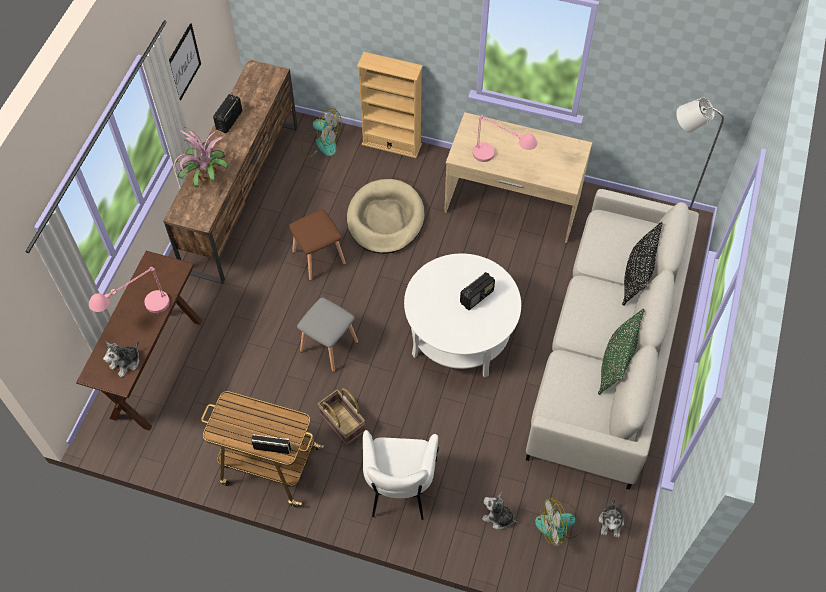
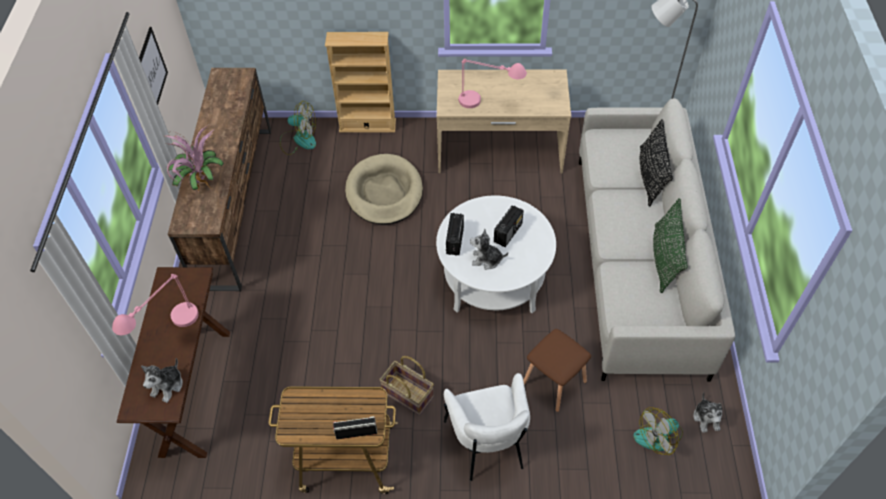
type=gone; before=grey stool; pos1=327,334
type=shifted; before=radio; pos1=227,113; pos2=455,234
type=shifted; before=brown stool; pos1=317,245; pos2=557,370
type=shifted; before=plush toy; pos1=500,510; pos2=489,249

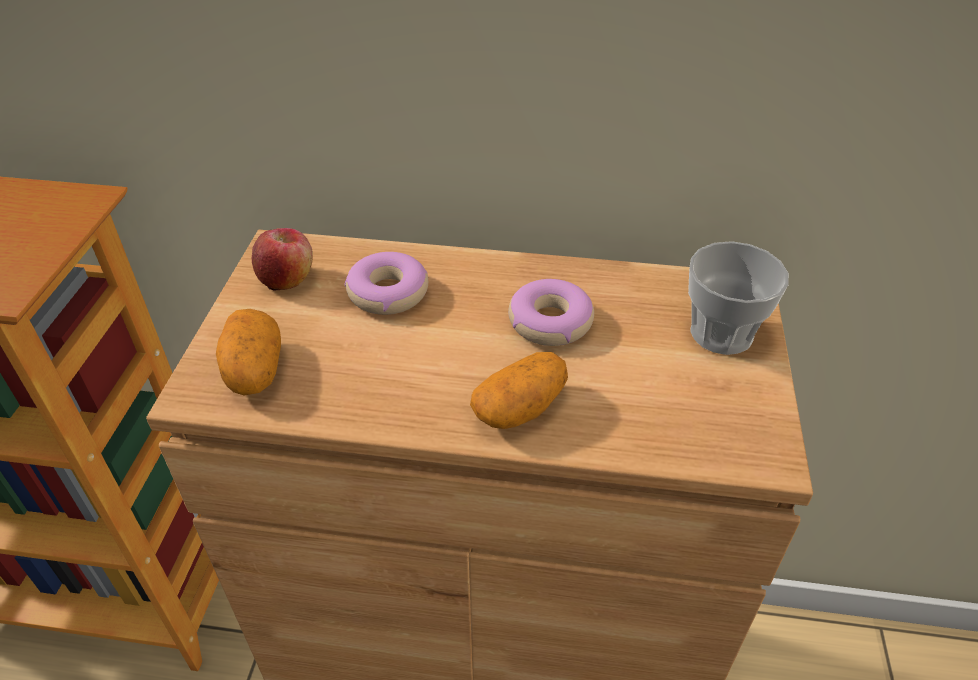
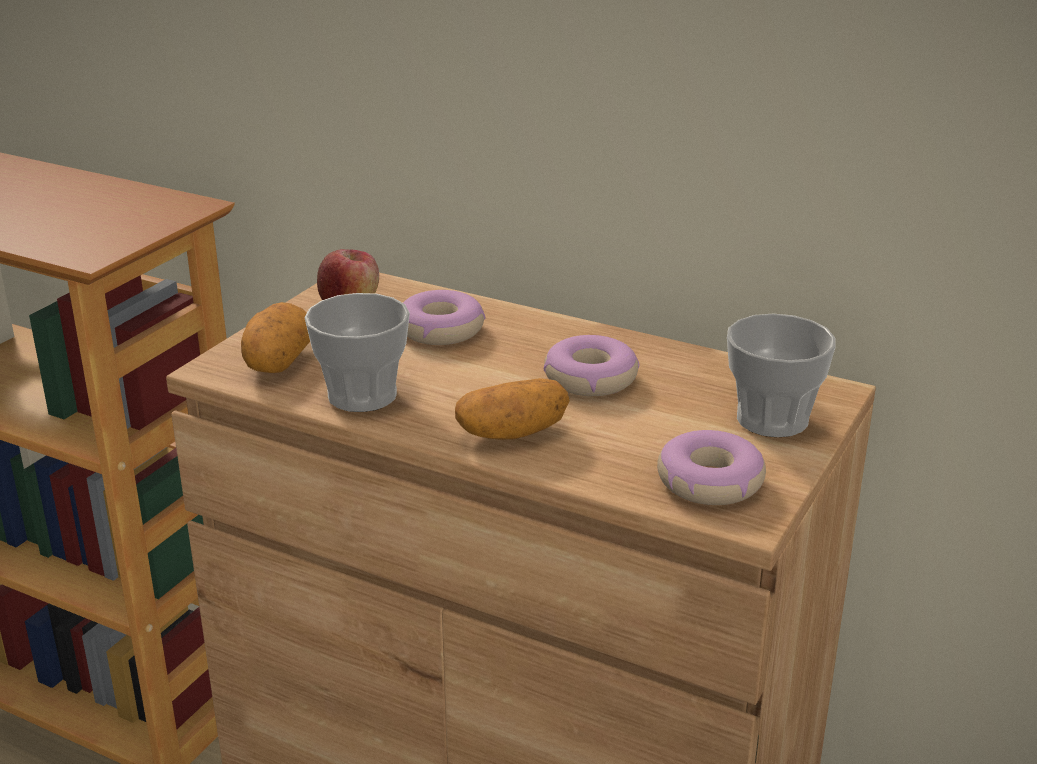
type=new; after=cup; pos2=357,352
type=new; after=donut; pos2=711,467

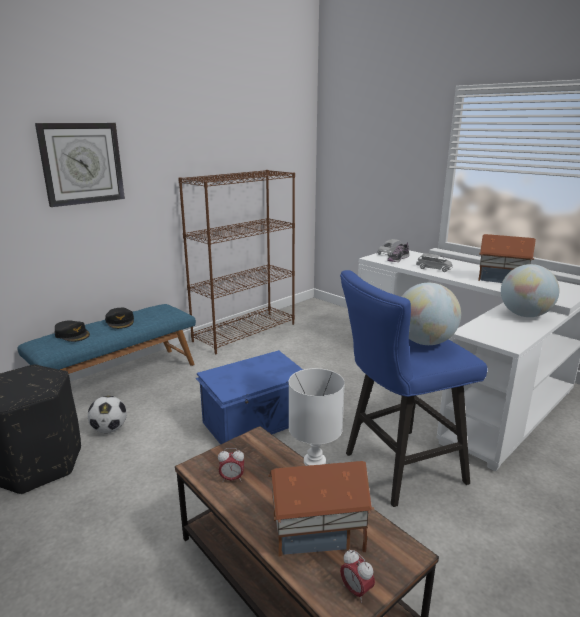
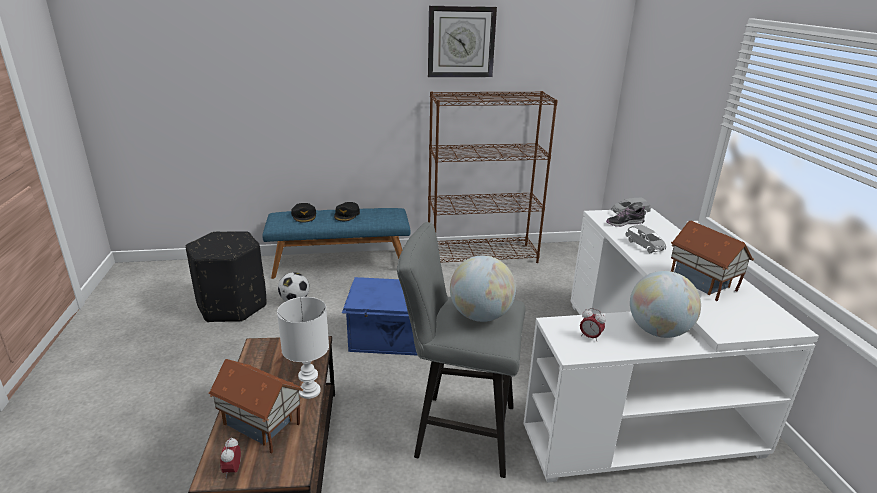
type=shifted; before=wall clock; pos1=80,165; pos2=462,41
type=shifted; before=alarm clock; pos1=231,465; pos2=593,325
type=repainted; before=blue stool; after=grey stool; pos1=413,388; pos2=461,350

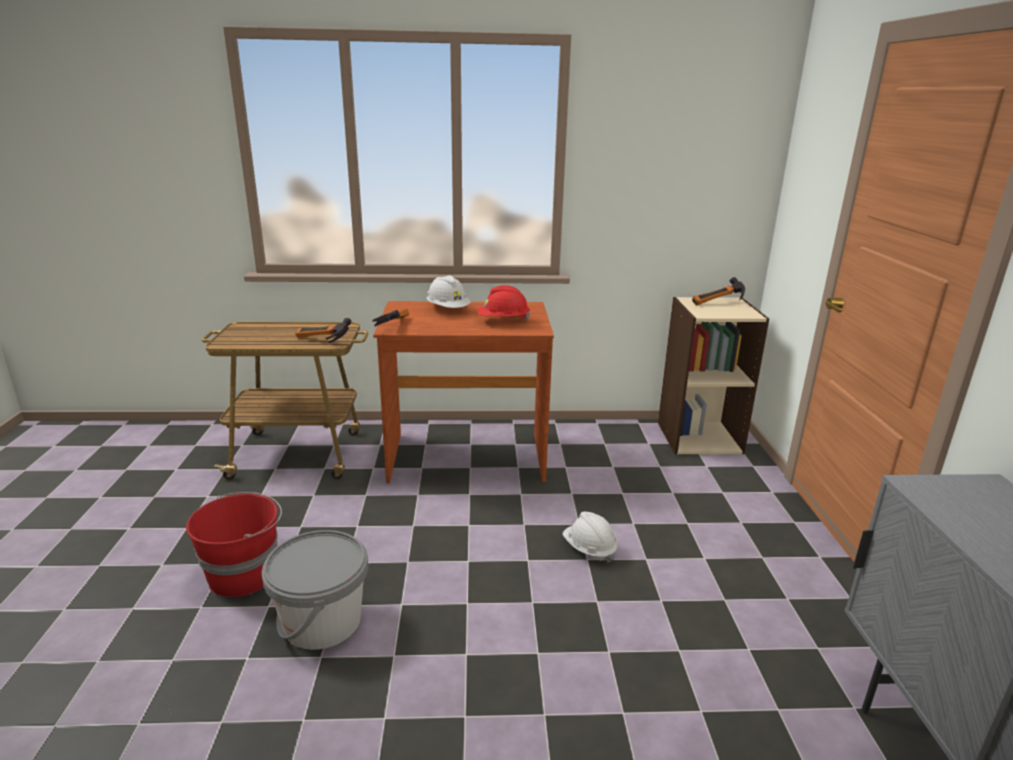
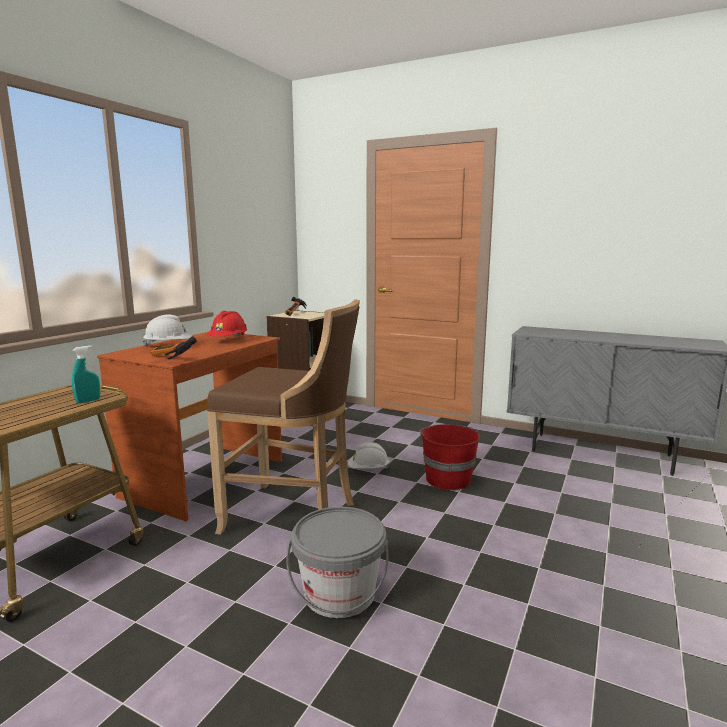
type=new; after=brown stool; pos2=283,417
type=shifted; before=red bucket; pos1=234,544; pos2=450,457
type=swapped; before=hammer; after=turquoise spray bottle; pos1=323,330; pos2=86,374

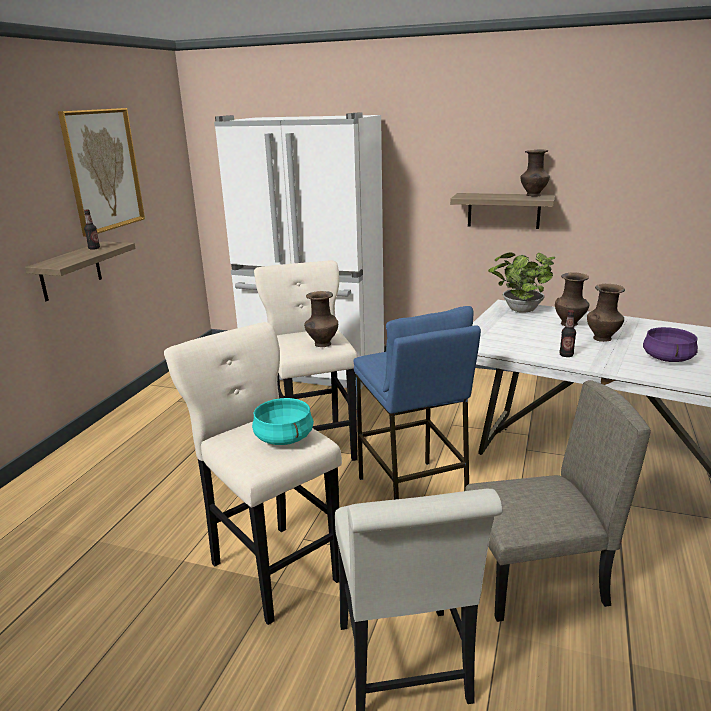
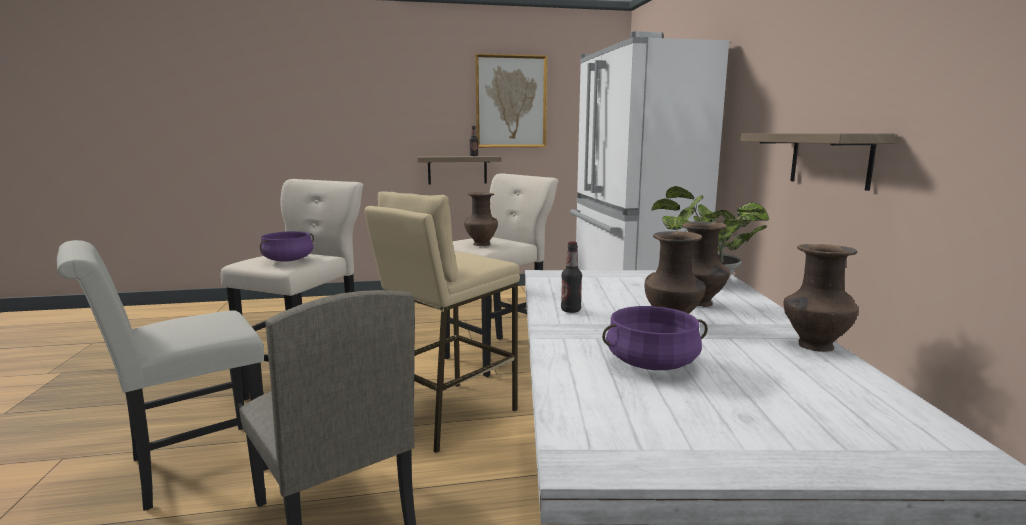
type=shifted; before=brown vase; pos1=535,173; pos2=821,298
type=repainted; before=turquoise cooking pot; after=purple cooking pot; pos1=283,421; pos2=287,246
type=repainted; before=blue stool; after=beige stool; pos1=417,403; pos2=442,322

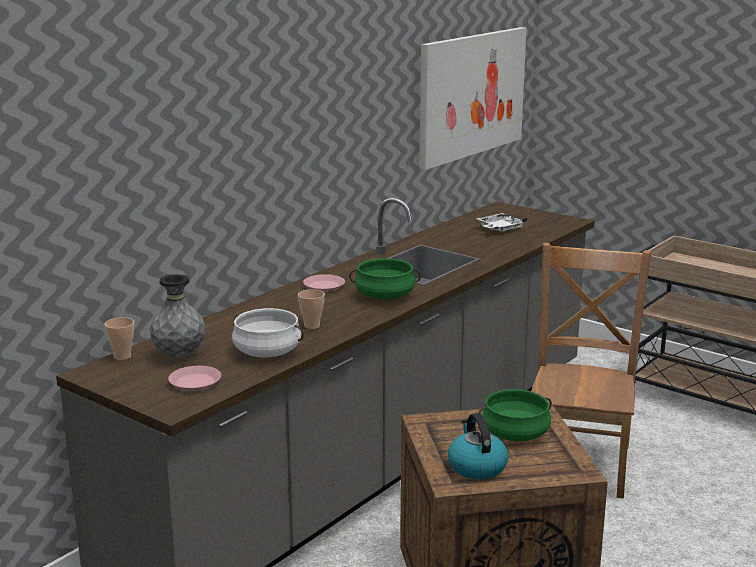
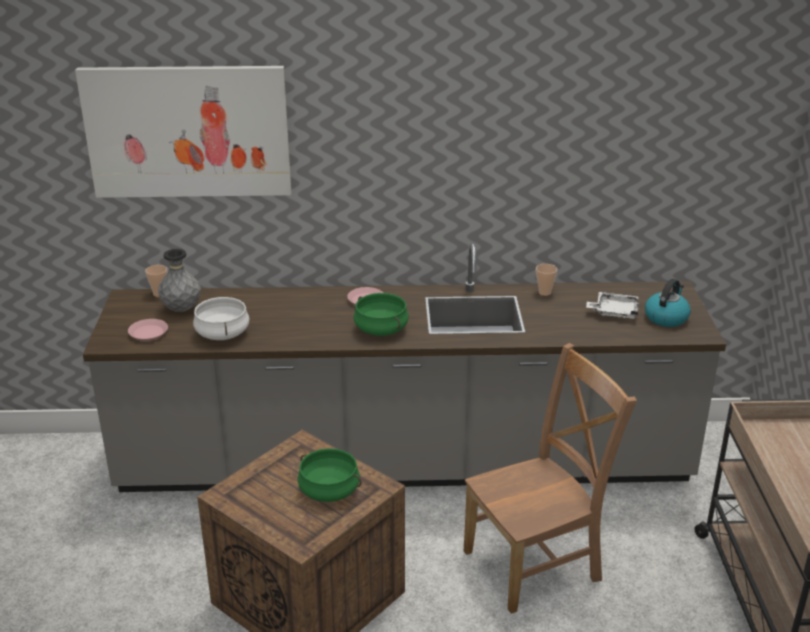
type=shifted; before=cup; pos1=311,309; pos2=547,280
type=shifted; before=picture; pos1=473,98; pos2=183,132
type=shifted; before=kettle; pos1=478,446; pos2=668,303

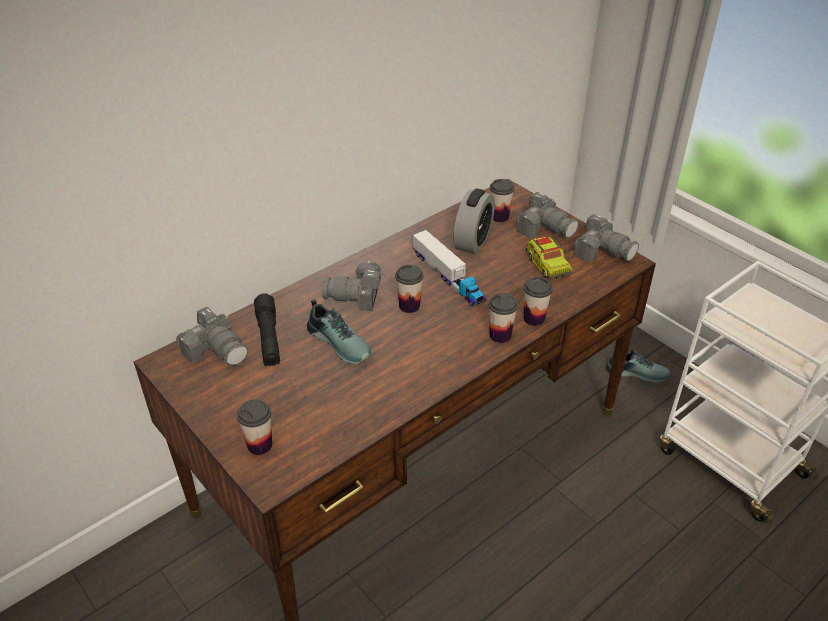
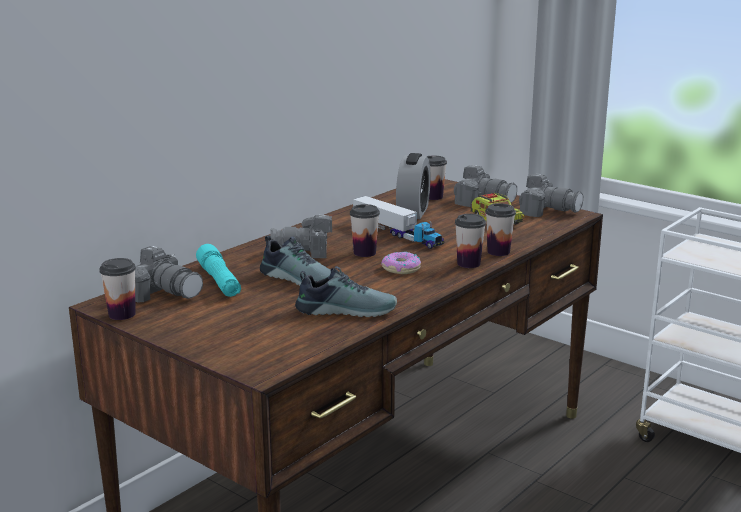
type=new; after=donut; pos2=401,263
type=shifted; before=cup; pos1=254,427; pos2=117,289
type=shifted; before=shoe; pos1=638,367; pos2=346,291
type=repainted; before=black flashlight; after=turquoise flashlight; pos1=267,329; pos2=218,270

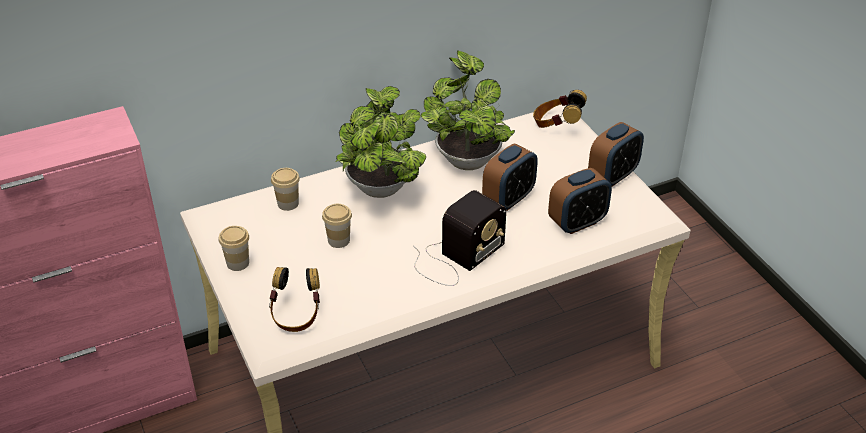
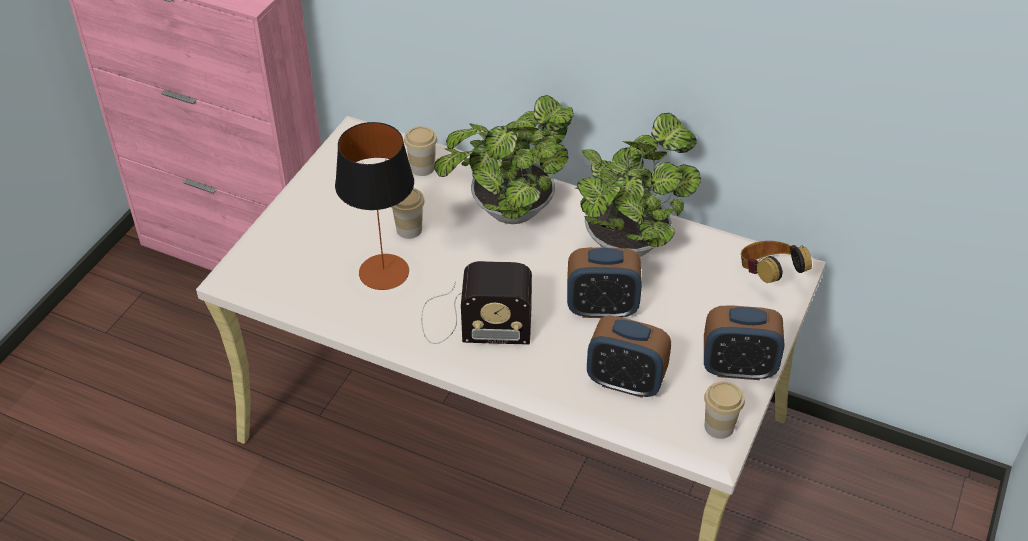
type=gone; before=headphones; pos1=294,299
type=new; after=table lamp; pos2=374,206
type=shifted; before=cup; pos1=233,248; pos2=724,410

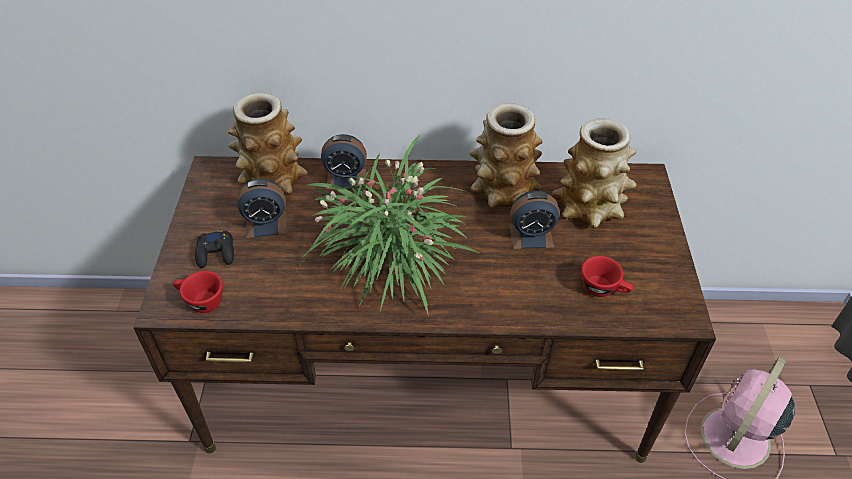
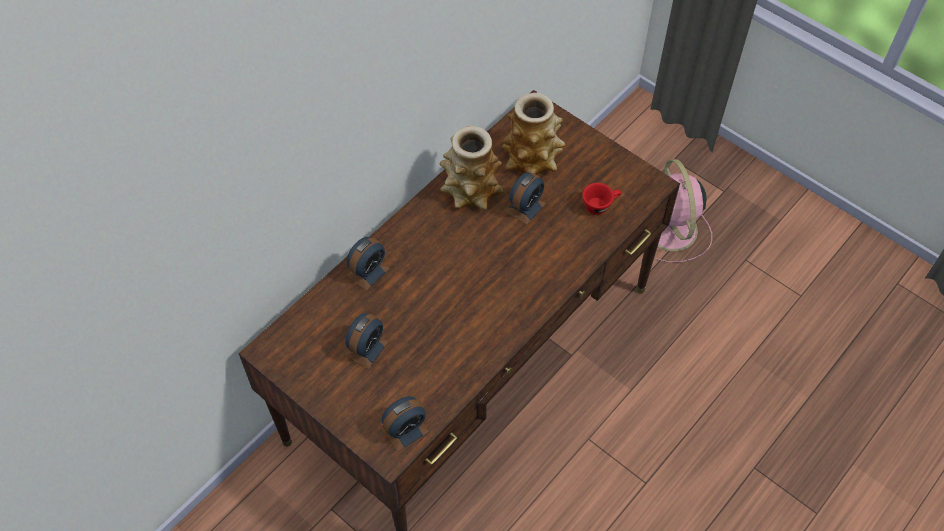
type=gone; before=black game controller; pos1=214,249
type=gone; before=vase; pos1=268,143
type=gone; before=potted plant; pos1=388,225
type=swapped; before=red cup; after=alarm clock; pos1=198,292; pos2=405,424

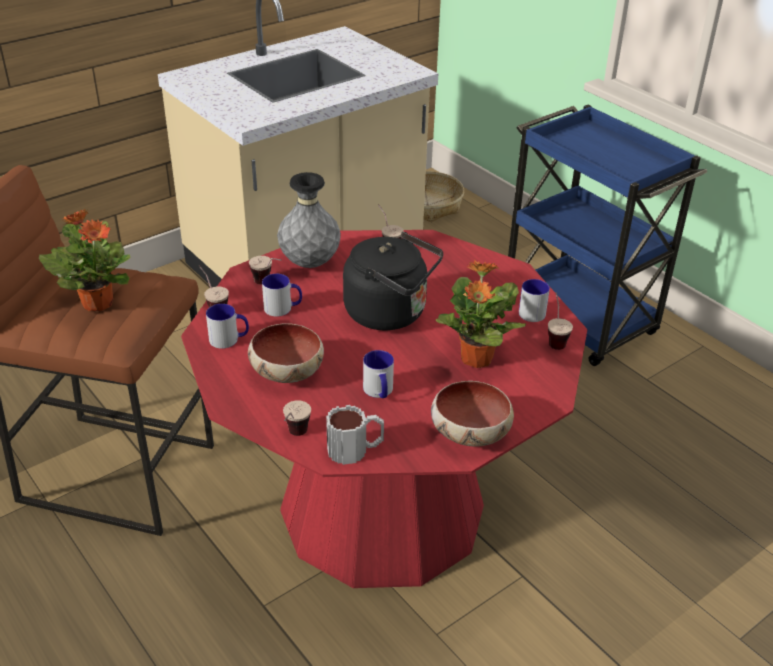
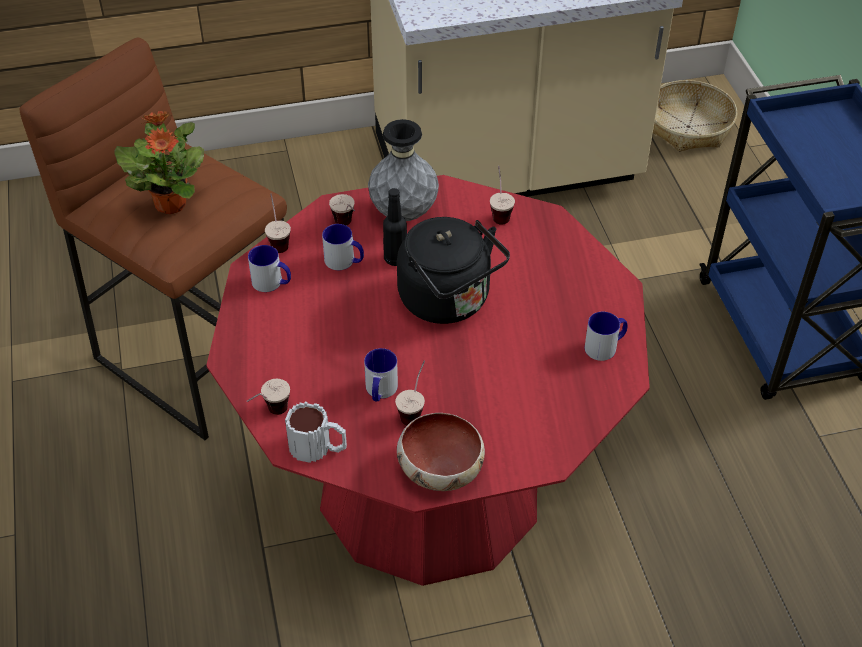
type=gone; before=bowl; pos1=286,353
type=gone; before=potted plant; pos1=481,314
type=new; after=black bottle; pos2=395,227
type=shifted; before=cup; pos1=560,321; pos2=410,393

